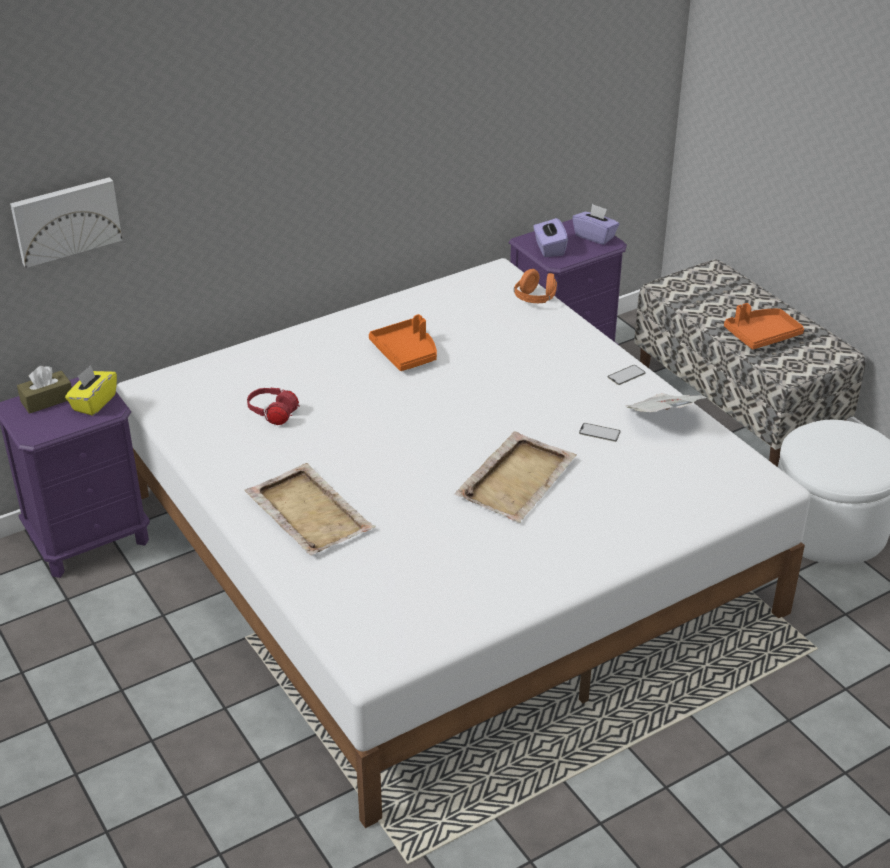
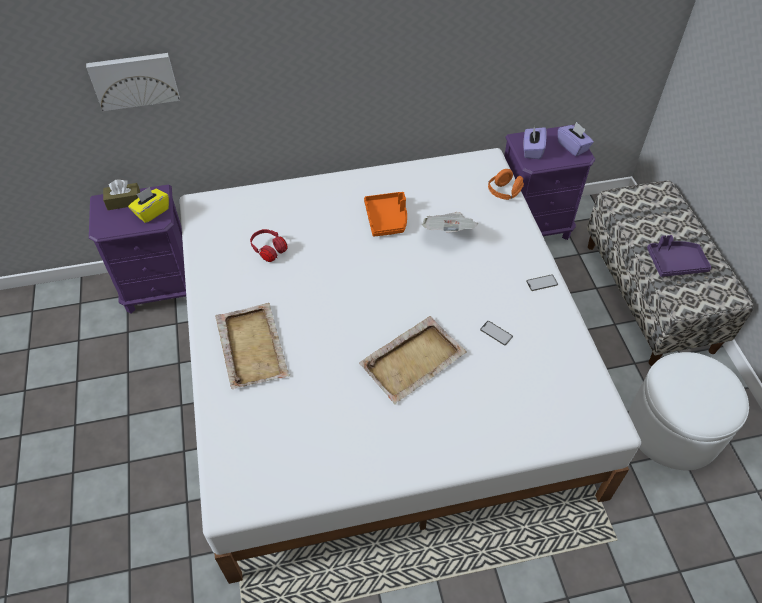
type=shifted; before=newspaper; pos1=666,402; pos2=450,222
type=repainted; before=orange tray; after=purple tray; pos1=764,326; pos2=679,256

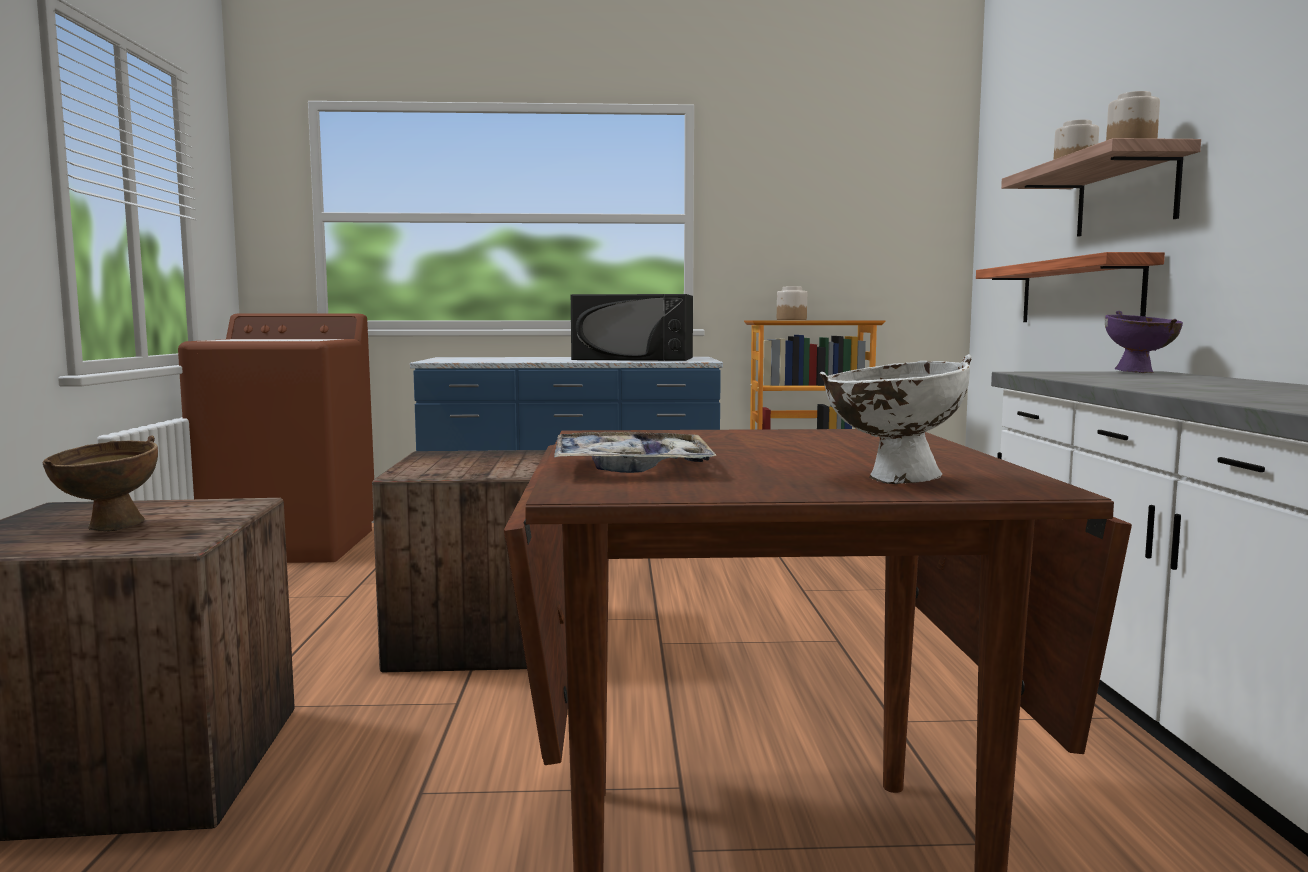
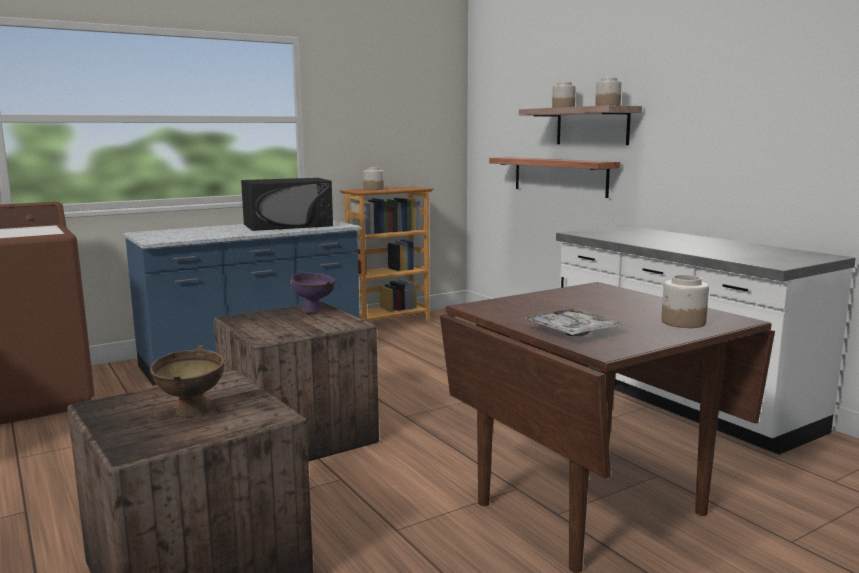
type=shifted; before=purple bowl; pos1=1144,342; pos2=313,291
type=swapped; before=white bowl; after=jar; pos1=896,419; pos2=685,301

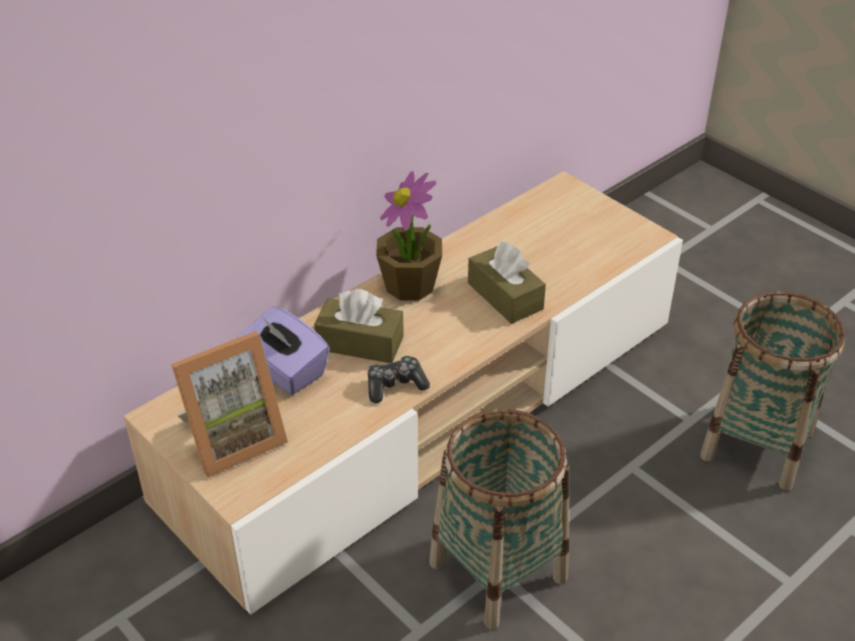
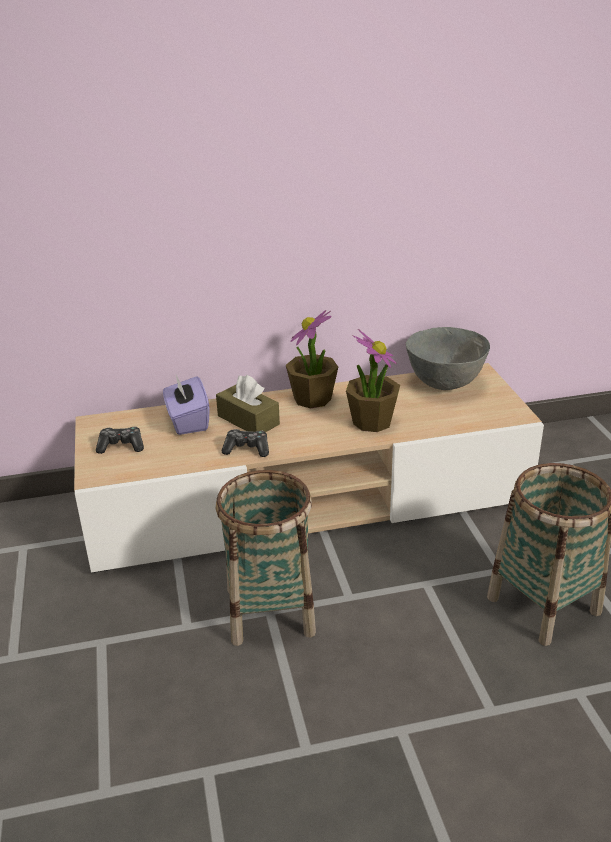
type=new; after=grey bowl; pos2=448,358
type=swapped; before=picture frame; after=game controller; pos1=229,404; pos2=120,440
type=swapped; before=brown tissue box; after=potted plant; pos1=507,282; pos2=373,380

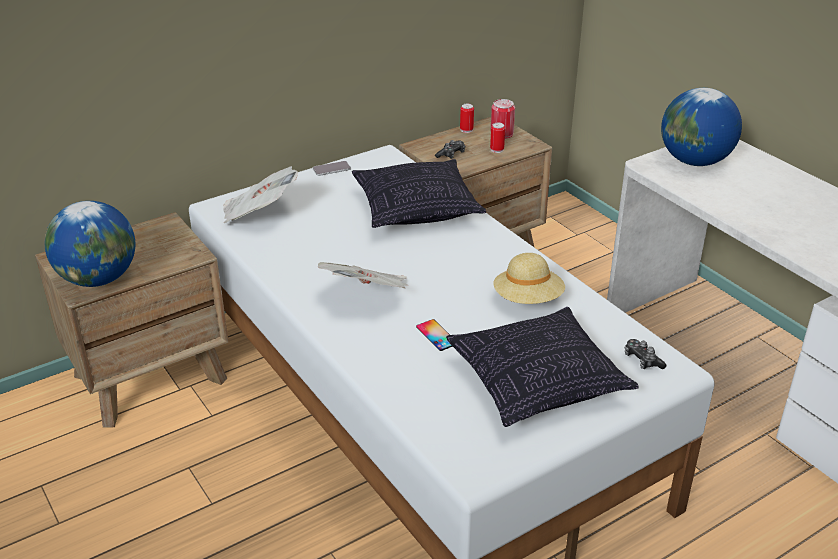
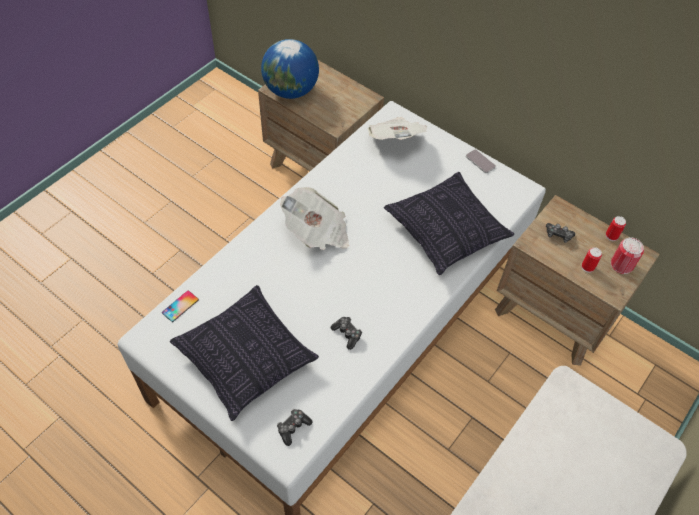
type=gone; before=globe; pos1=701,127
type=shifted; before=phone; pos1=434,335; pos2=180,306
type=swapped; before=beige hat; after=game controller; pos1=529,278; pos2=346,333

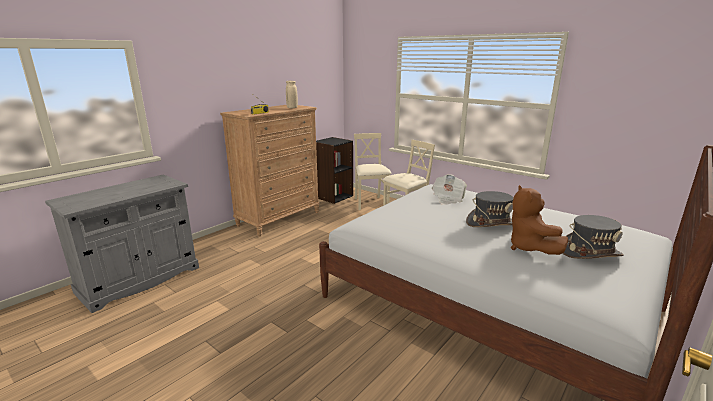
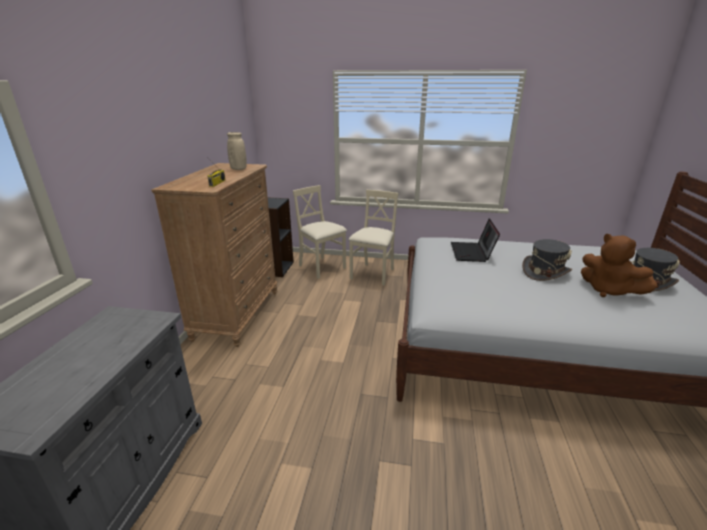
type=swapped; before=newspaper; after=laptop; pos1=449,189; pos2=475,240

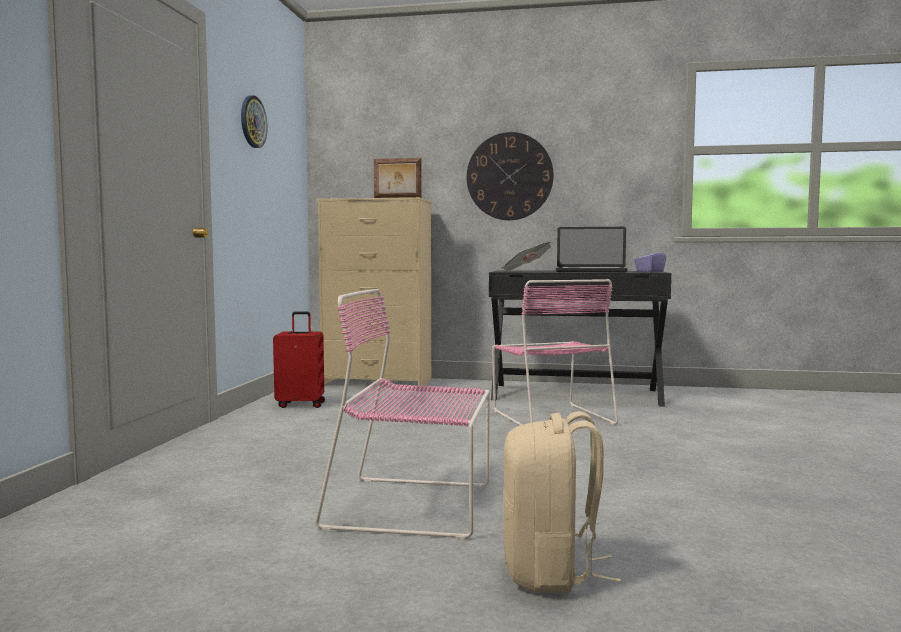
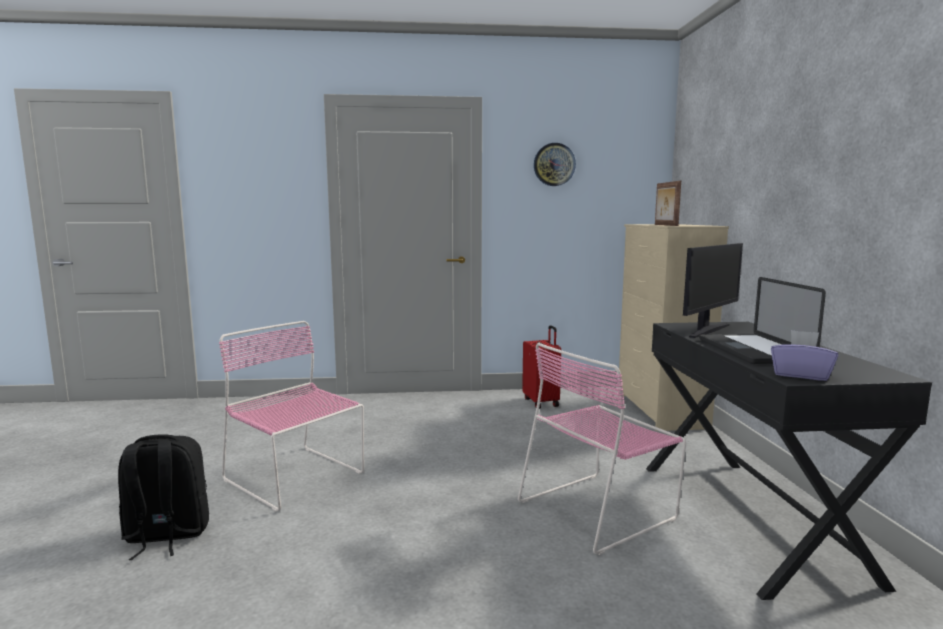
type=gone; before=wall clock; pos1=510,176
type=swapped; before=newspaper; after=monitor; pos1=526,256; pos2=713,290
type=repainted; before=beige backpack; after=black backpack; pos1=562,502; pos2=163,497
type=rotated; before=pink chair; pos1=402,414; pos2=291,416; turn=-45

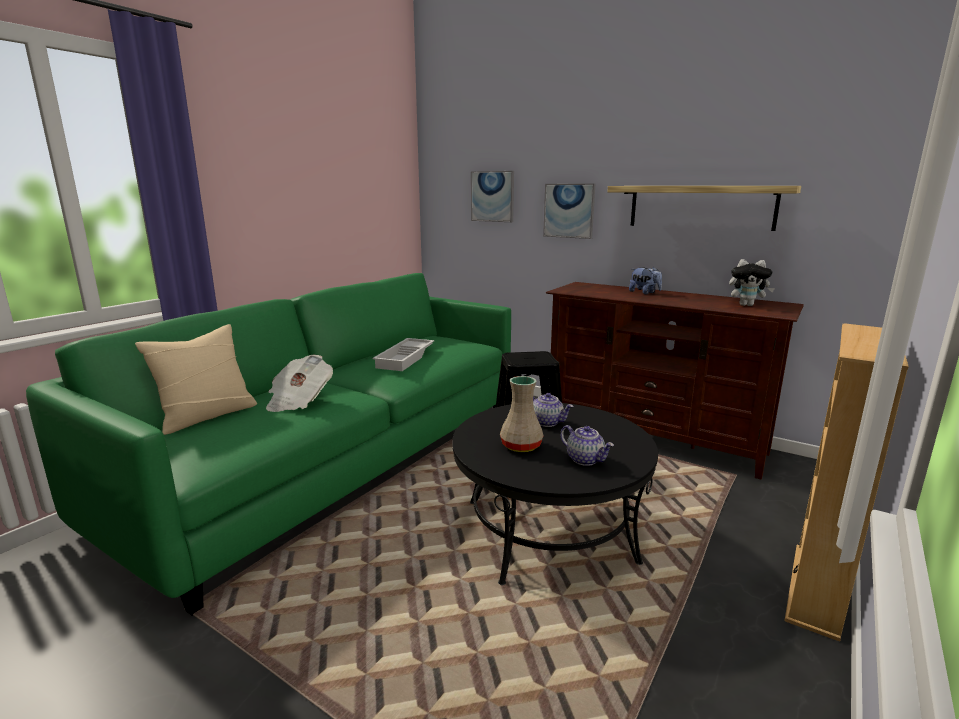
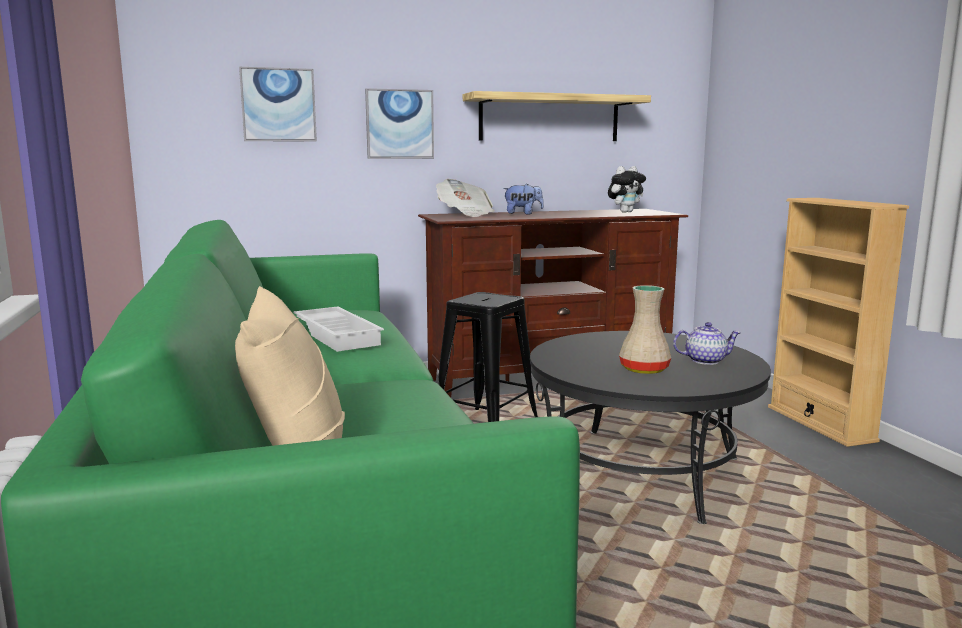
type=gone; before=teapot; pos1=553,410
type=shifted; before=newspaper; pos1=299,383; pos2=465,198

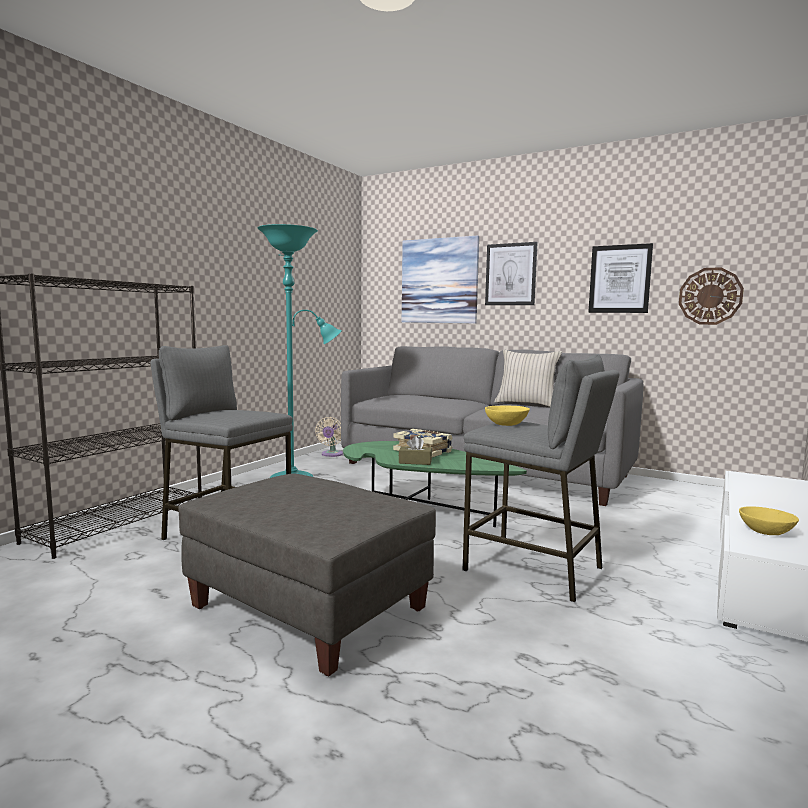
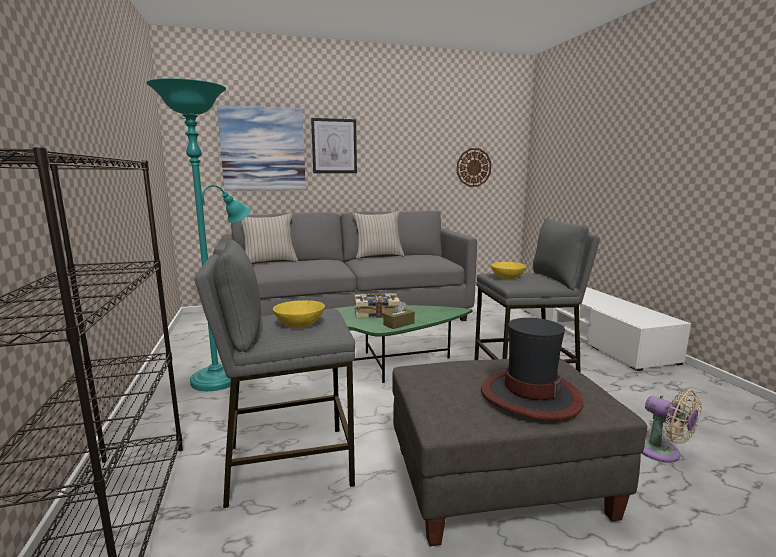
type=gone; before=picture; pos1=620,278
type=new; after=beige pillow; pos2=269,238
type=new; after=hat; pos2=532,369
type=shifted; before=beige fan; pos1=329,437; pos2=672,426
type=shifted; before=yellow bowl; pos1=769,520; pos2=299,314

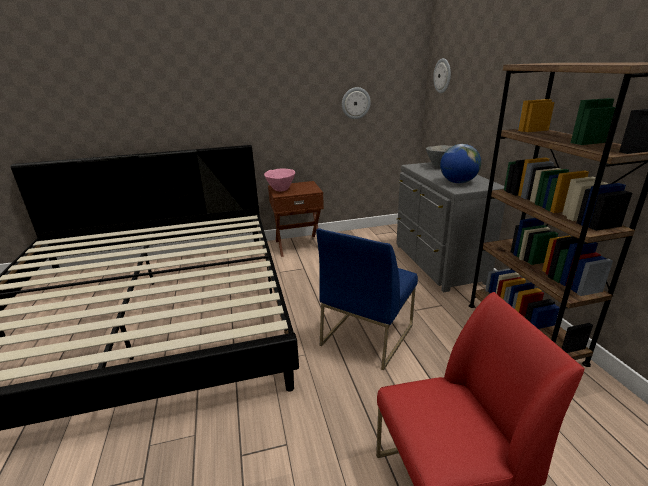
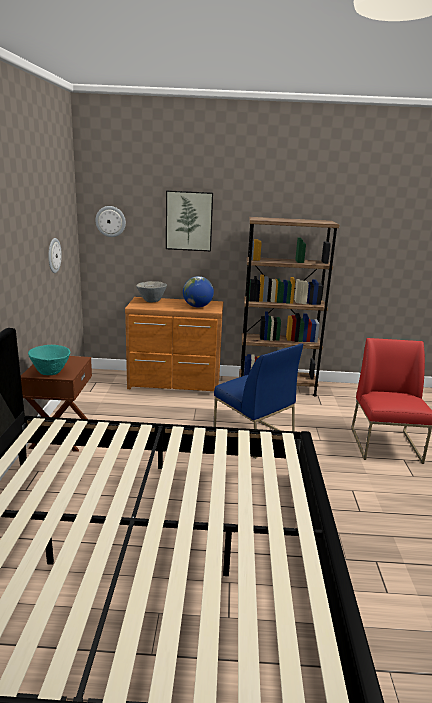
type=new; after=picture; pos2=189,220
type=repainted; before=pink bowl; after=turquoise bowl; pos1=279,180; pos2=49,360
type=repainted; before=grey dresser; after=brown dresser; pos1=450,227; pos2=174,344

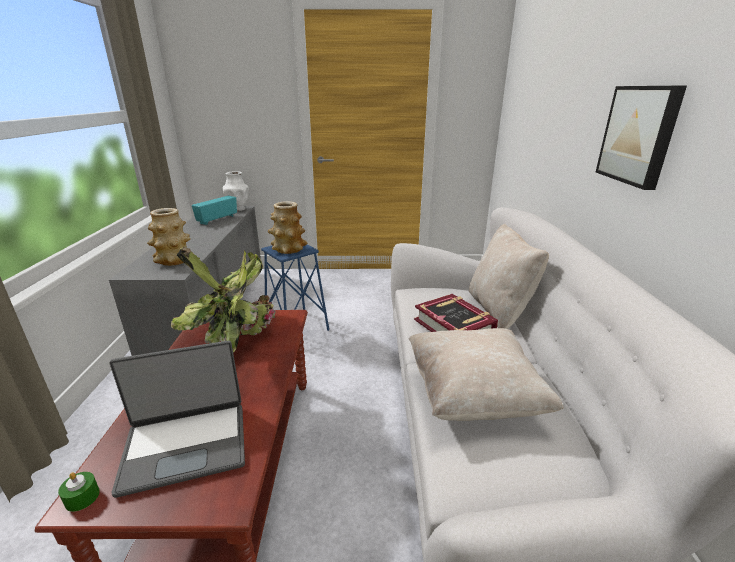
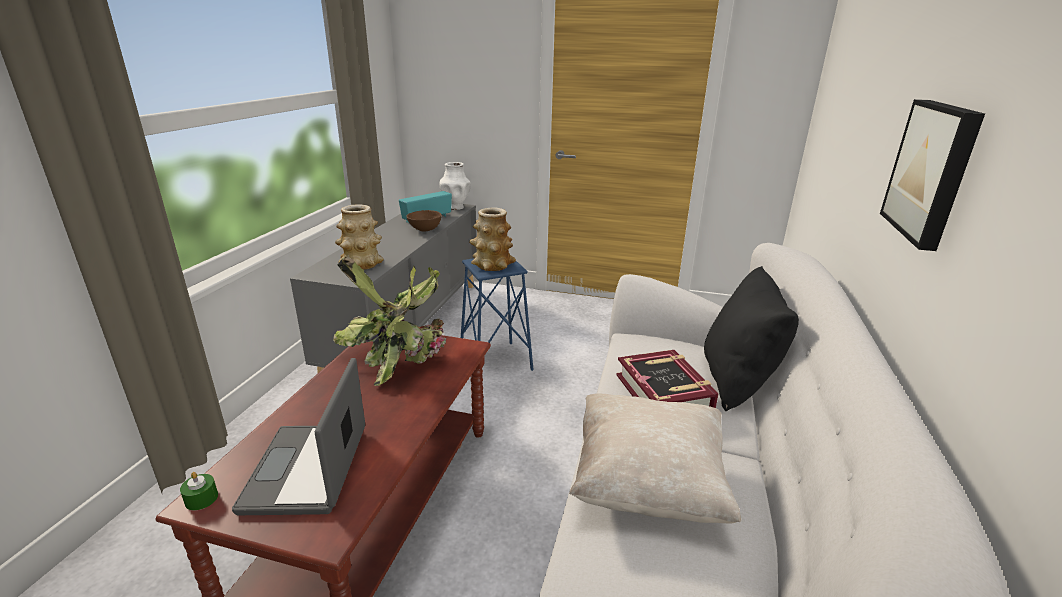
type=new; after=brown bowl; pos2=424,221
type=repainted; before=beige pillow; after=black pillow; pos1=509,276; pos2=751,338
type=rotated; before=laptop; pos1=177,419; pos2=298,436; turn=90

